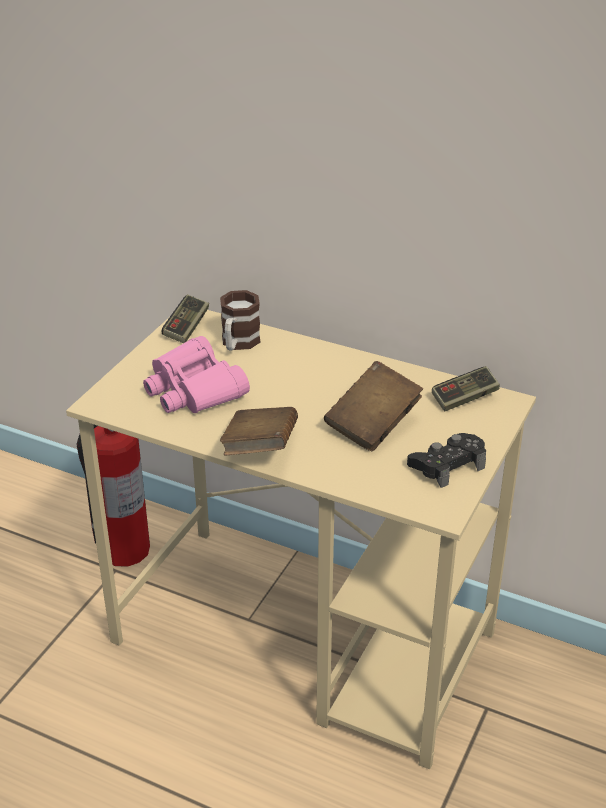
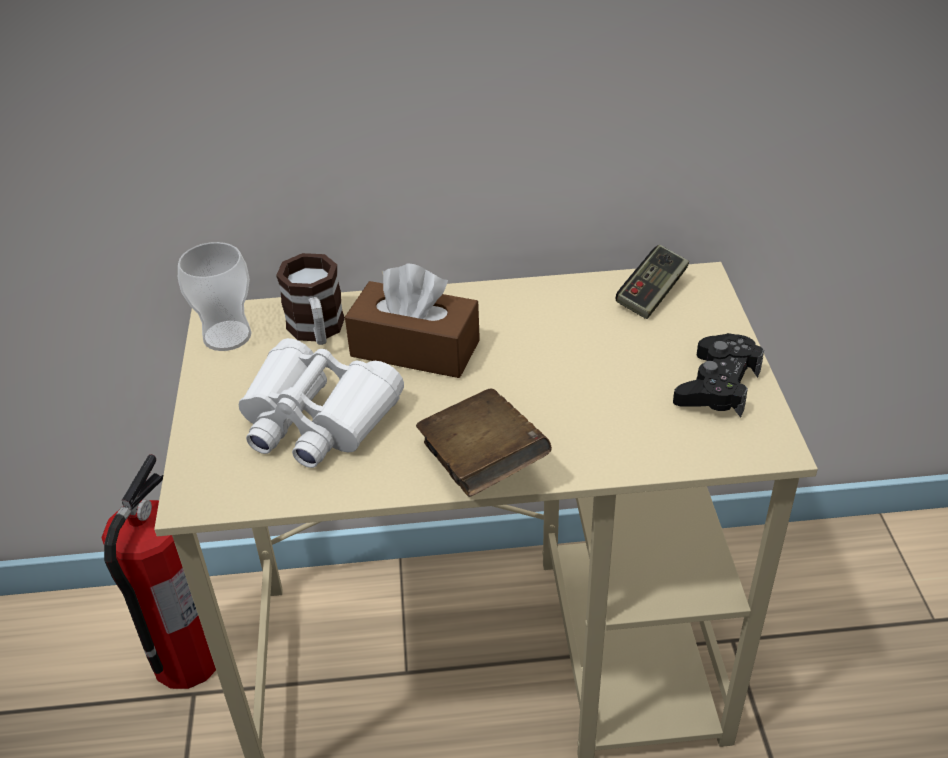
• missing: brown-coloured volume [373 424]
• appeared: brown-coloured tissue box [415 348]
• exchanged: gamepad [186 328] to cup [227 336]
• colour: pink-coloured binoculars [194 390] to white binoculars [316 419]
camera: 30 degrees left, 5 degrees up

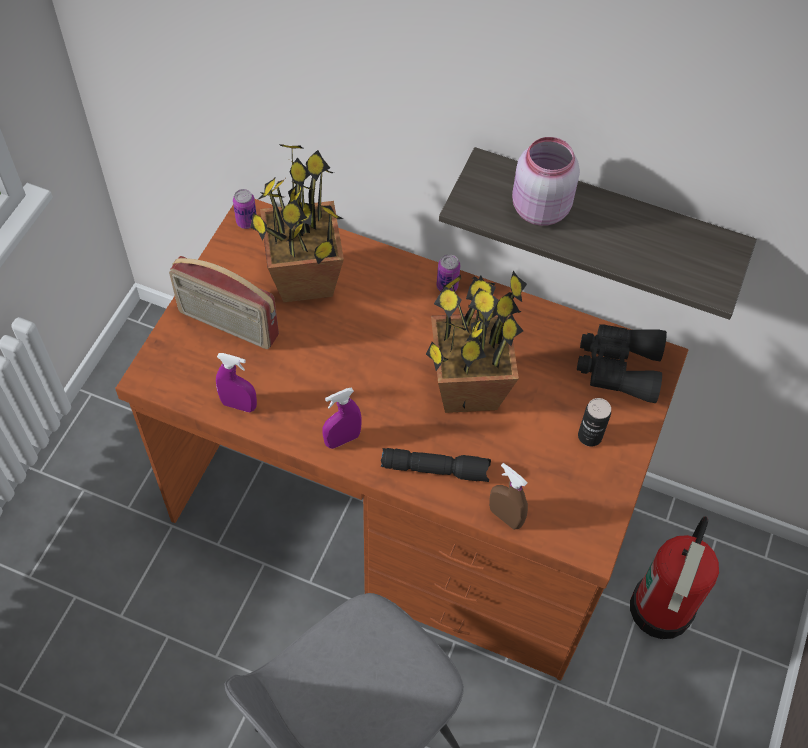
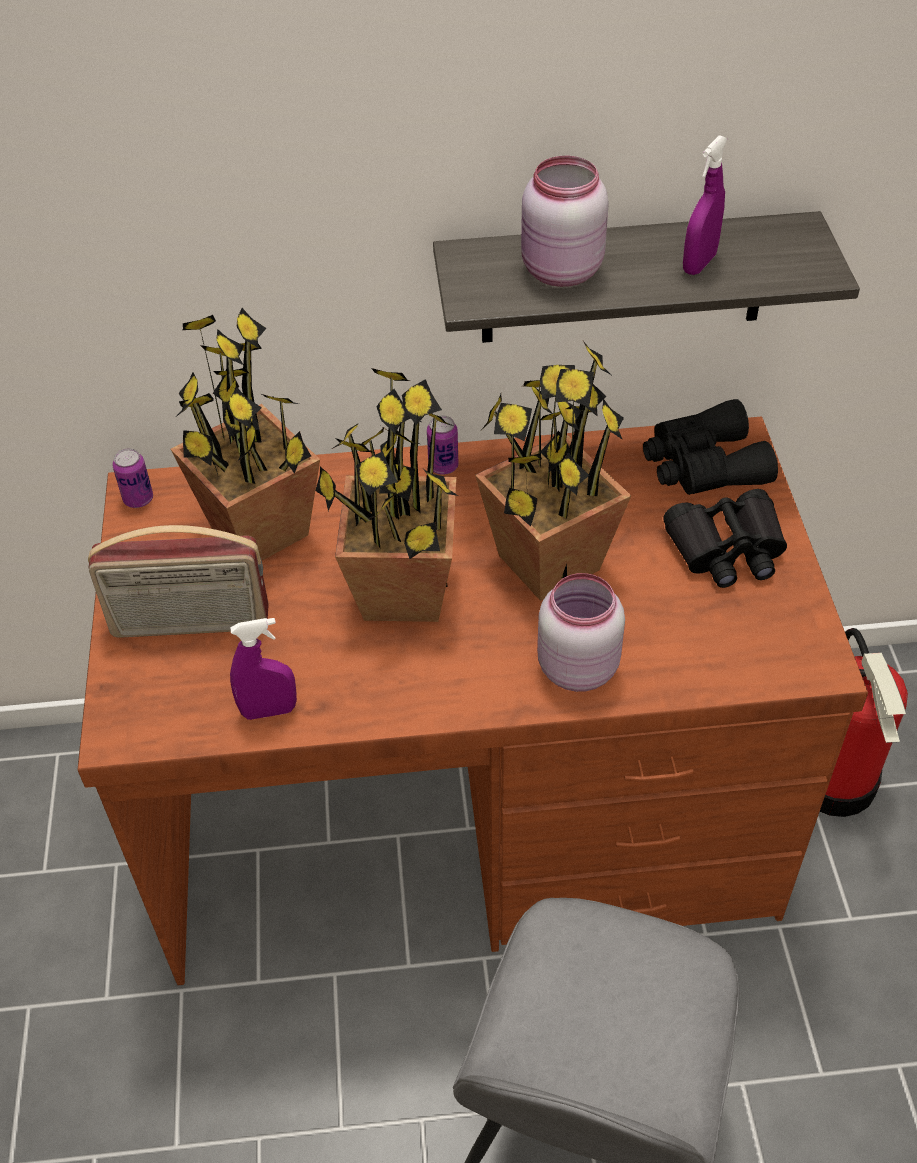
• missing: brown-coloured sprayer [505 517]
• appeared: plant in a pot [403 594]
• relocated: purple sprayer [342 439] to [699 264]
• exchanged: blackish torch [436 468] to pink-coloured storage jar [575 666]
• exchanged: can [589 436] to blackish binoculars [726 549]
camera: 25 degrees left, 10 degrees down

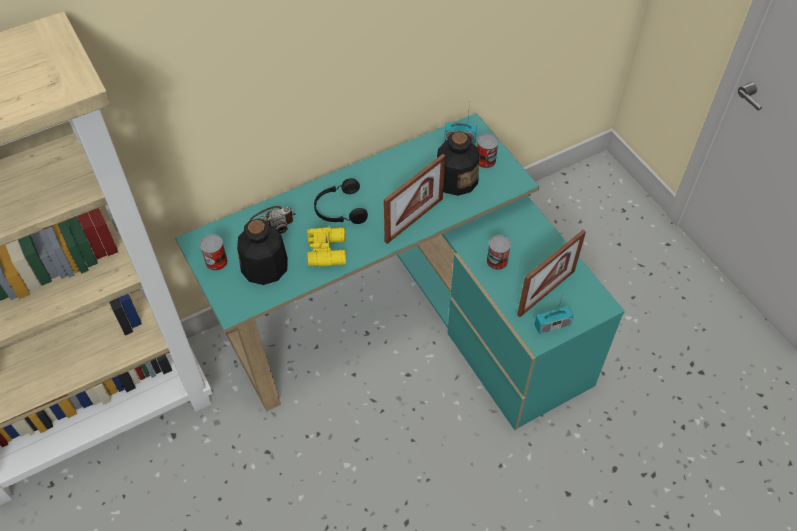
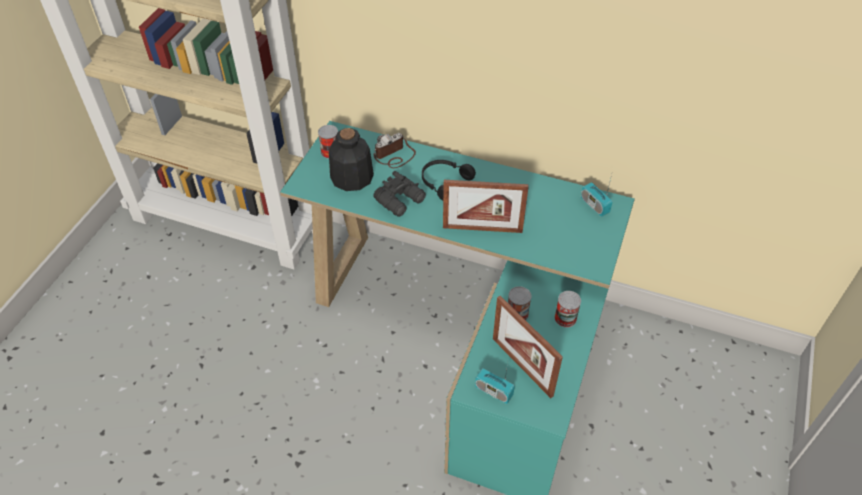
• missing: bottle [456 179]
• relocated: can [485 160] to [565 318]
• colour: yellow binoculars [328 250] to blackish binoculars [401 200]
• spun: photo camera [272 221] = [394 156] 120 degrees clockwise
• spun: standing frame [546 292] = [522 366] 45 degrees clockwise
camera: 50 degrees right, 5 degrees down

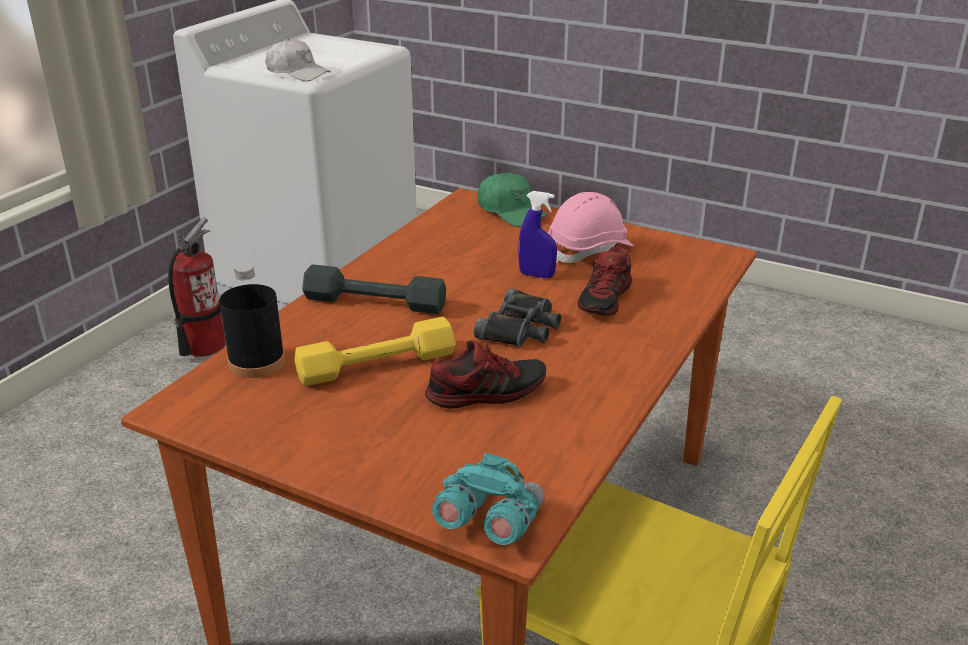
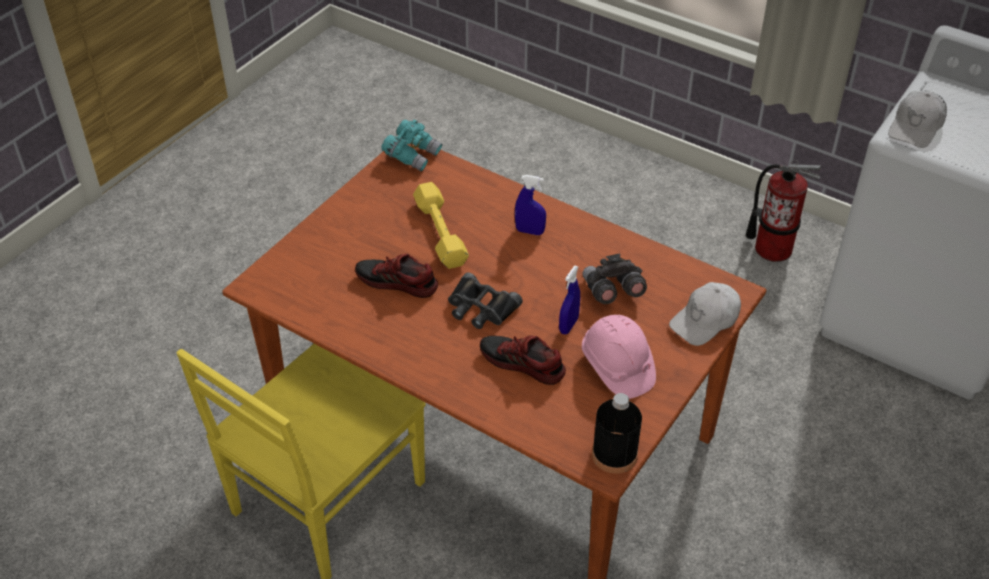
• appeared: gray binoculars [612 291]
• relocated: blackish bottle [257 362] to [614 455]
• relocated: turquoise binoculars [489 523] to [412 155]
• exchanged: gray dumbbell [375 302] to blue-coloured sprayer [530 231]
• colour: green baseball cap [511 211] to white baseball cap [705 320]
• spun: low shoe [486 392] = [397 283] 120 degrees clockwise
camera: 95 degrees right, 15 degrees up

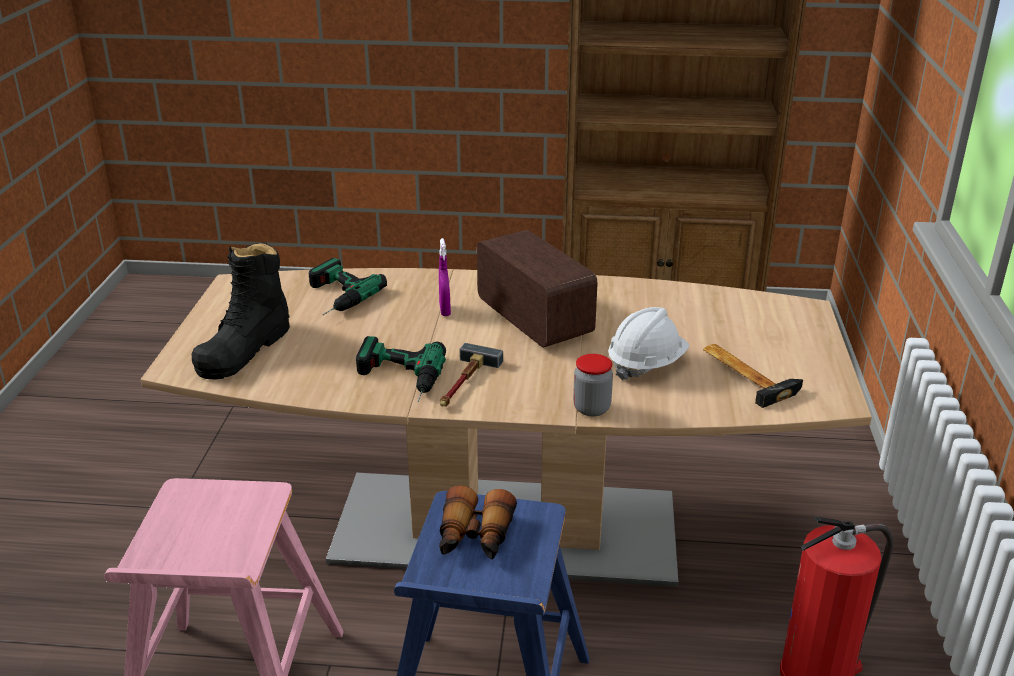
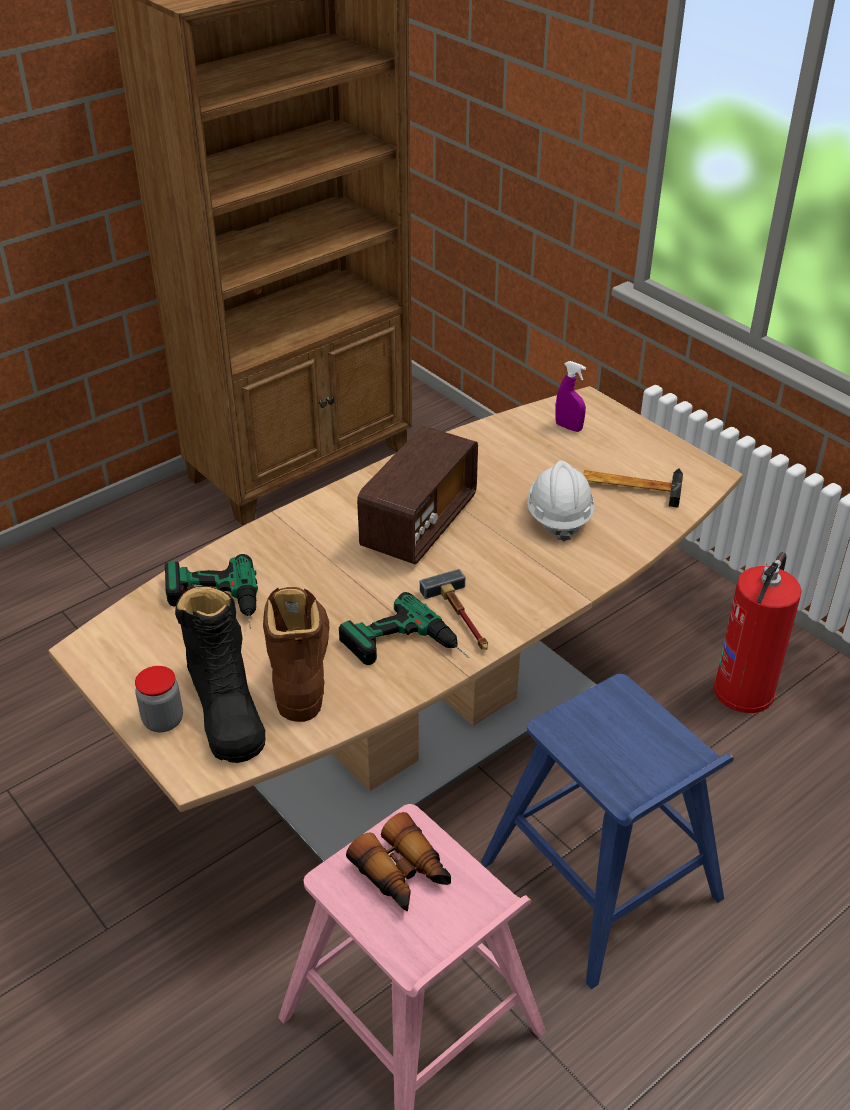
• appeared: brown-coloured tall boot [301 667]
• relocated: purple sprayer [445 311] to [568 427]
• relocated: binoculars [474 538] to [403 874]
• relocated: storage jar [591 408] to [163 720]
• spun: radio set [533 319] = [419 524] 105 degrees clockwise
camera: 45 degrees left, 10 degrees up

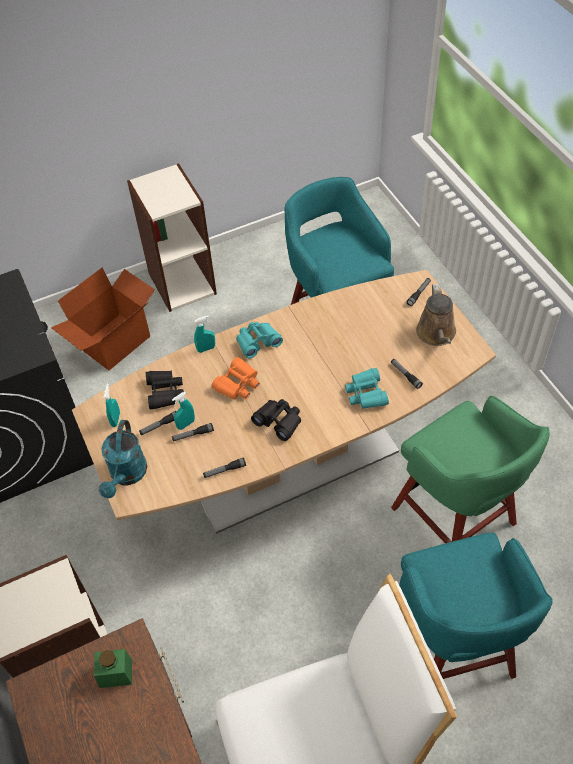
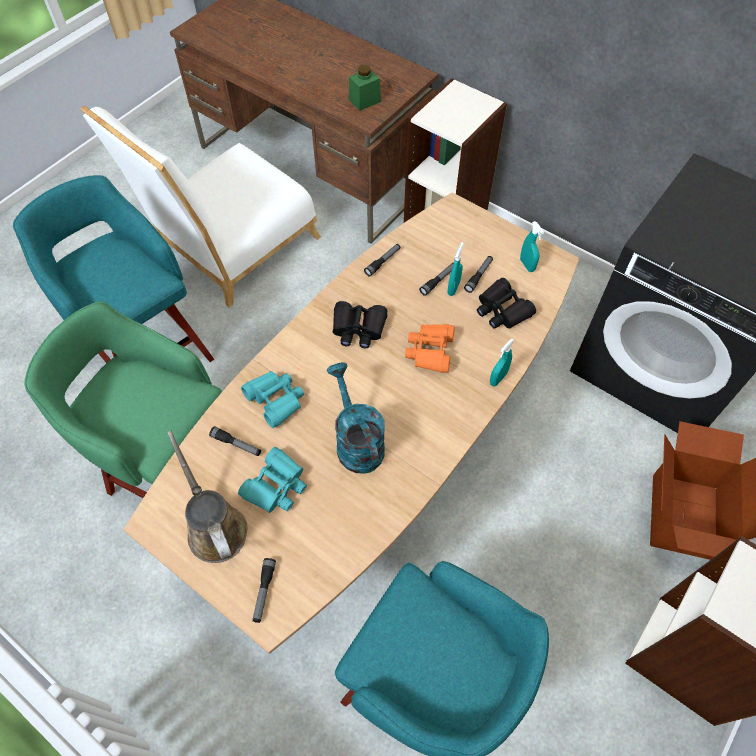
• relocated: turquoise sprinkling can [127 475] to [356 441]
• relocated: turquoise binoculars [257 342] to [276 486]
camera: 150 degrees right, 5 degrees up

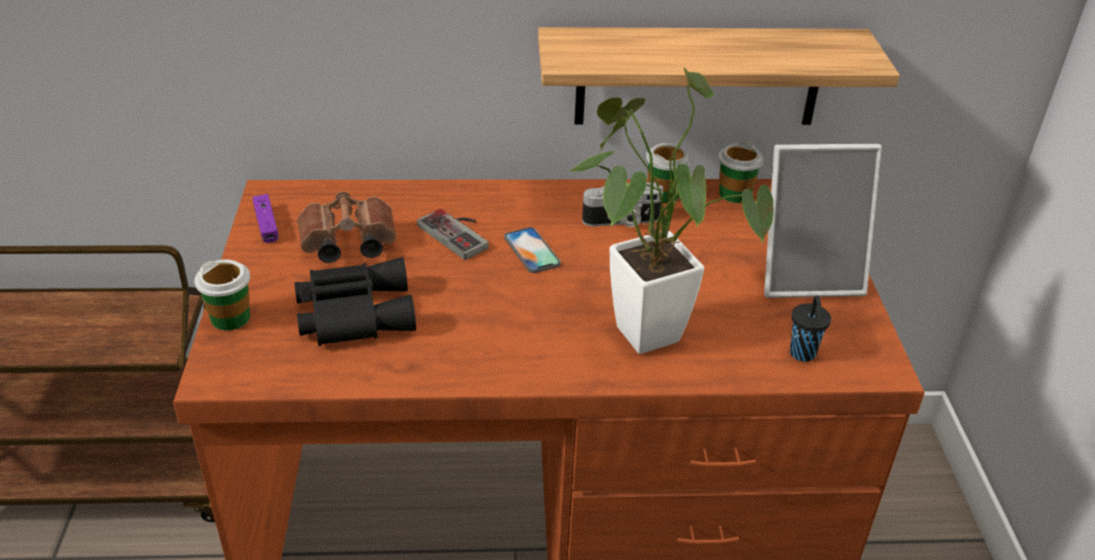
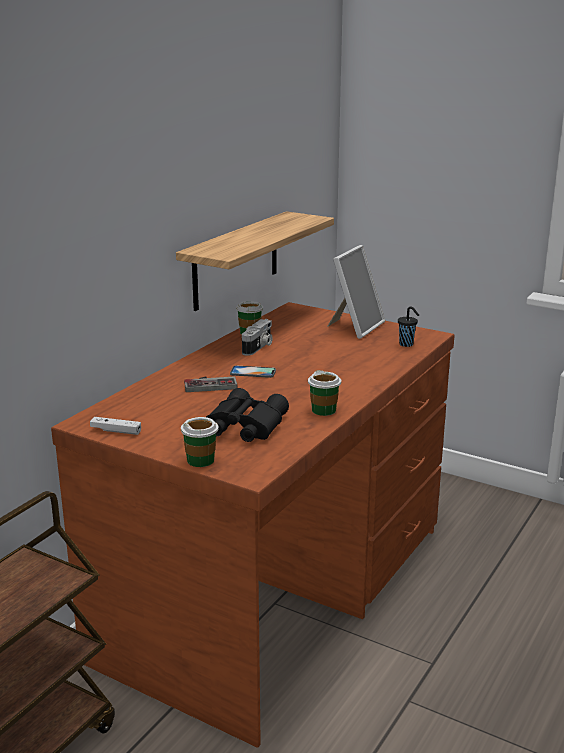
• missing: brown-coloured binoculars [346 245]
• missing: plant in a pot [640 325]
• relocated: cup [734 194] to [323 410]
• colour: purple gamepad [266 224] to white gamepad [116 431]
camera: 55 degrees left, 15 degrees down

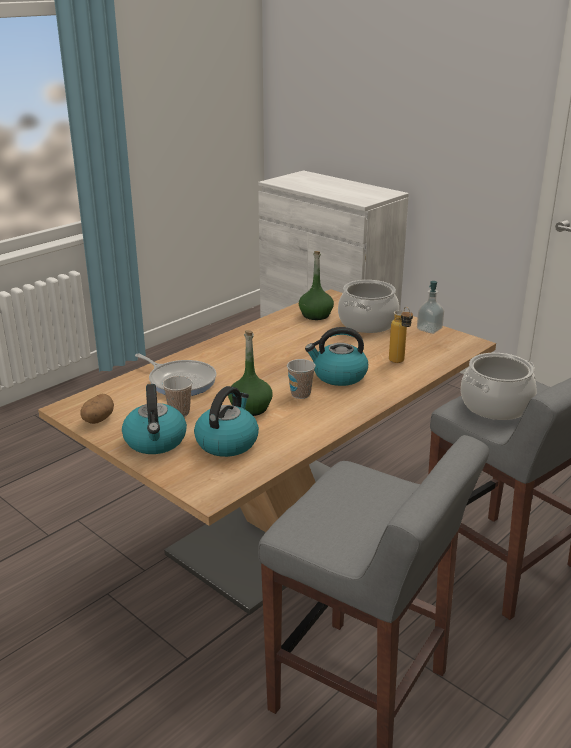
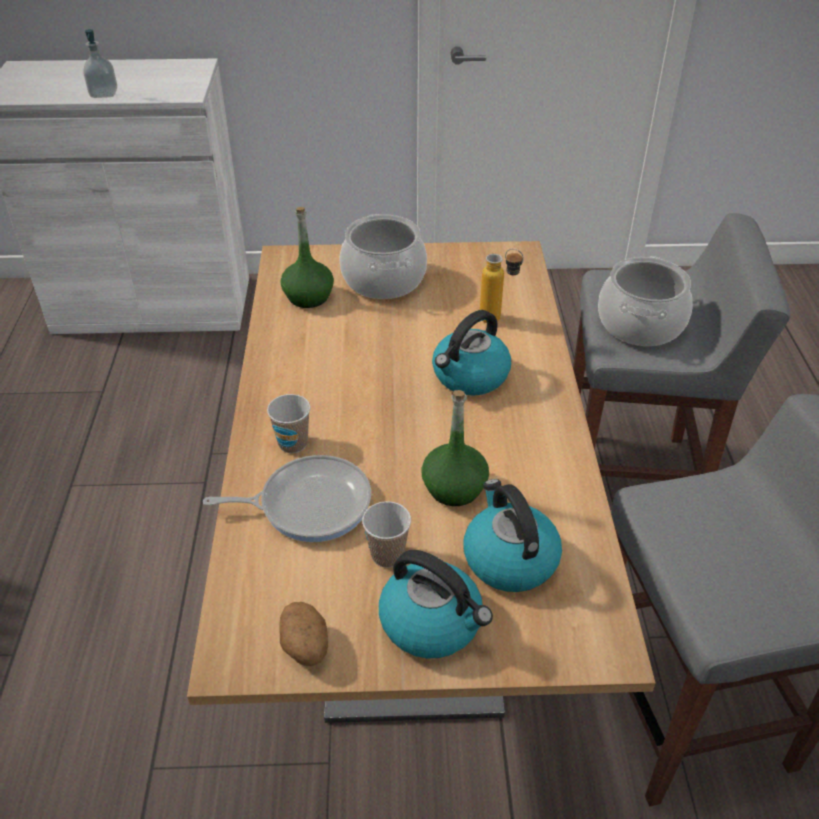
• relocated: cup [300 394] to [293 443]
• relocated: liquid soap bottle [429 329] to [104 93]
camera: 45 degrees left, 15 degrees up

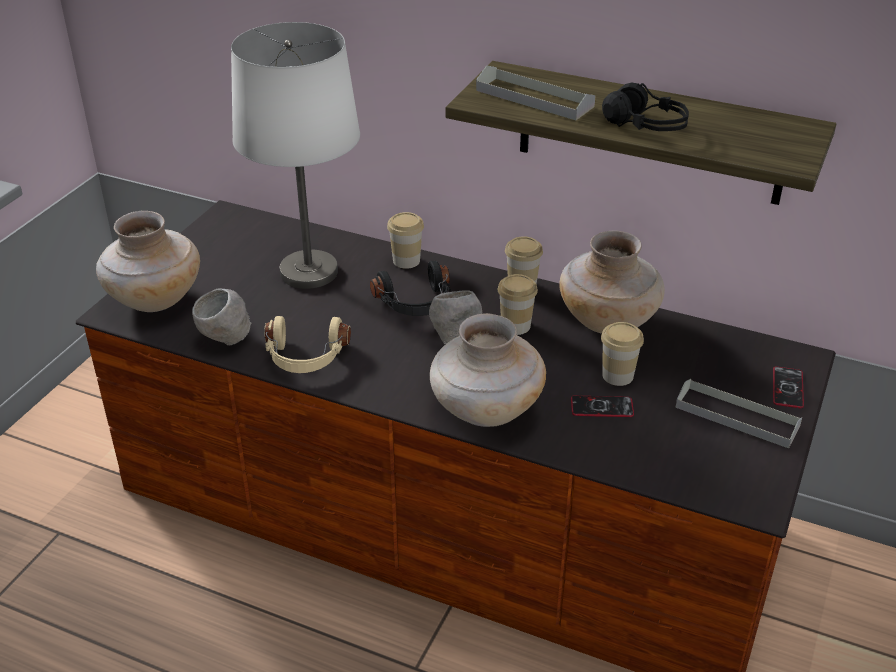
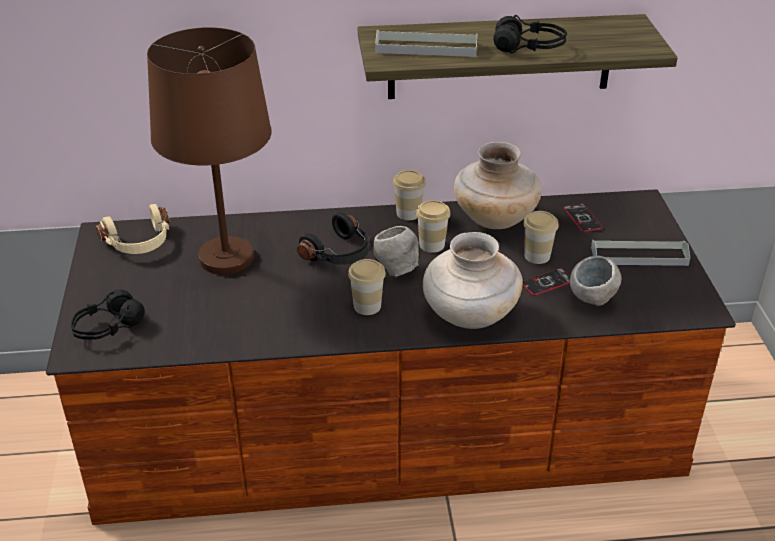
• relocated: gray serving bowl [225 340] to [592 302]
• relocated: beige-coloured headphones [305 358] to [139 243]
• relocated: cup [406 261] to [367 306]
• relocated: phone [787 388] to [582 218]
• exchanged: beige-coloured flower vase [155 300] to blackish headphones [108 327]
• colour: white lamp for a table [310 272] to brown-coloured lamp for a table [227 258]
camera: 30 degrees left, 0 degrees up

